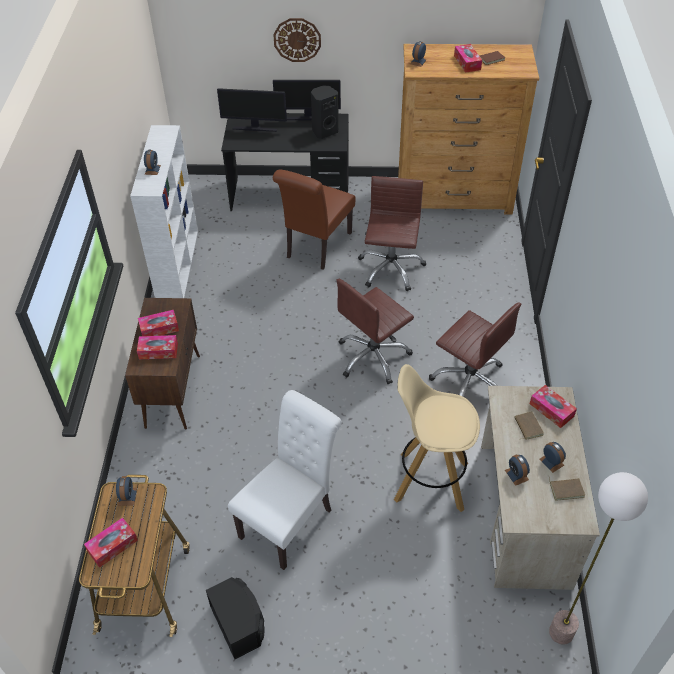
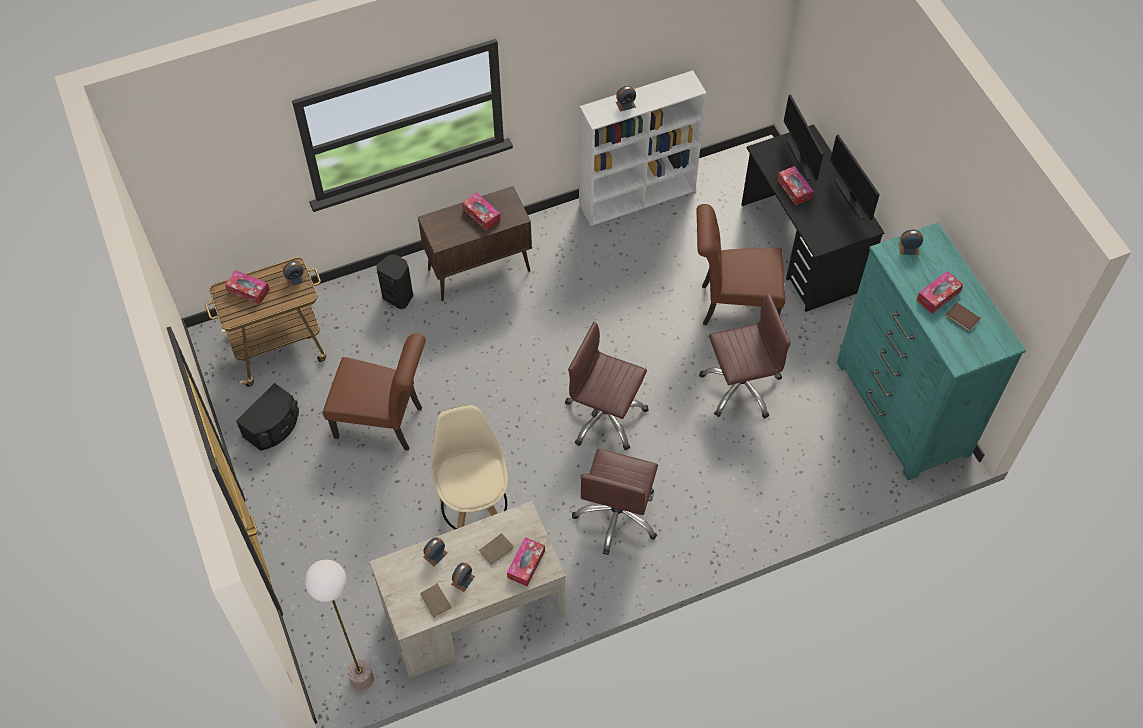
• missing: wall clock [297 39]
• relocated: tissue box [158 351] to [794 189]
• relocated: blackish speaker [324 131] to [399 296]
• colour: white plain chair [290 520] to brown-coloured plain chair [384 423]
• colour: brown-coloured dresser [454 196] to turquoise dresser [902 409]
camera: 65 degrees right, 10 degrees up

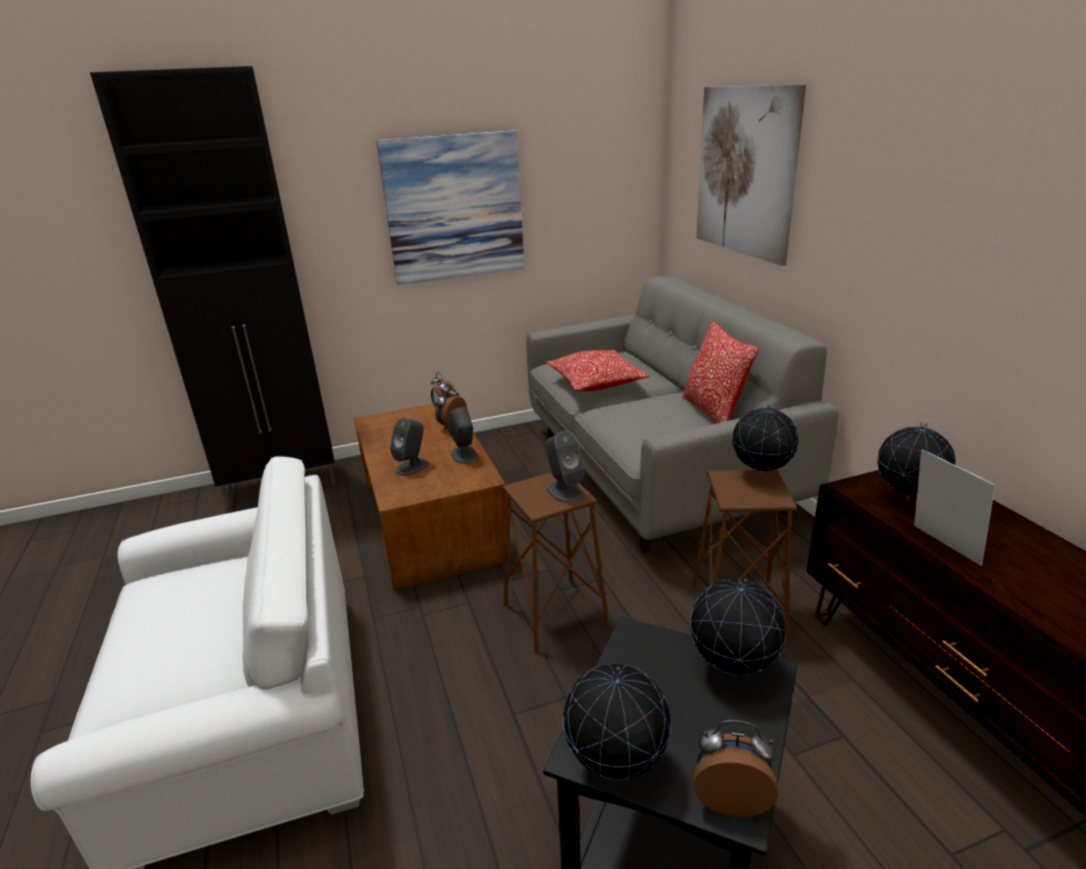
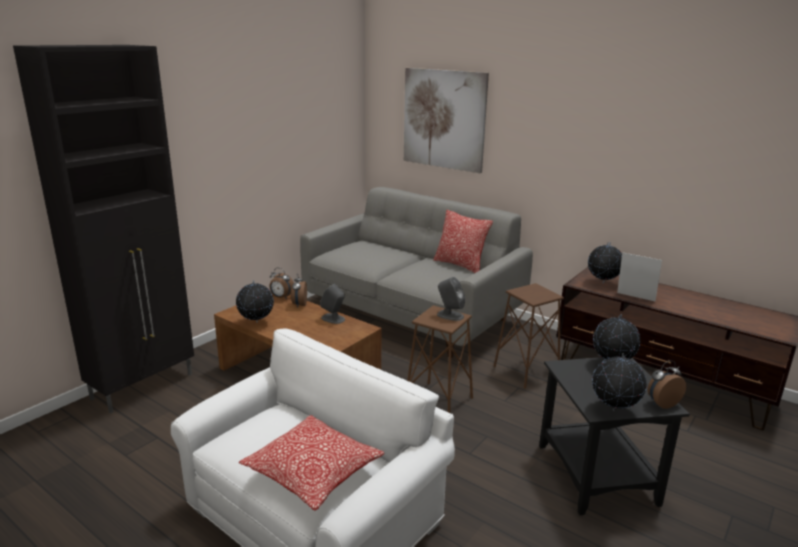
• missing: wall picture [454 208]
• missing: gray speaker [412 467]
• relocated: pillow [596 382] to [313 473]
• relocated: globe [760 474] to [256 323]
camera: 35 degrees left, 5 degrees down

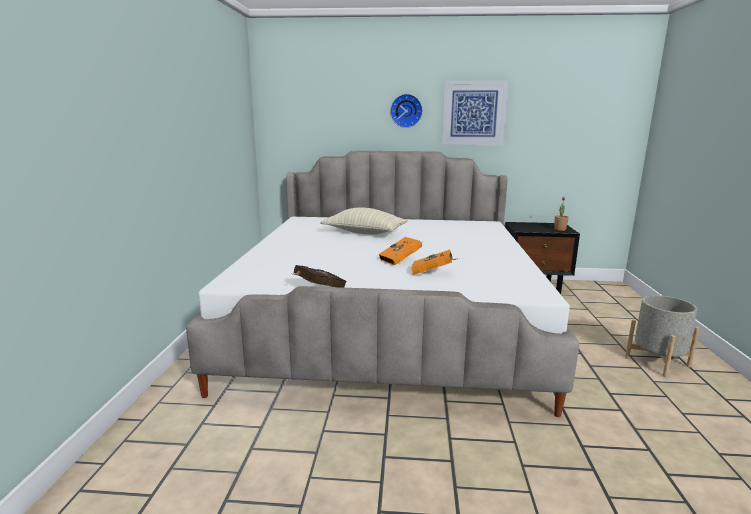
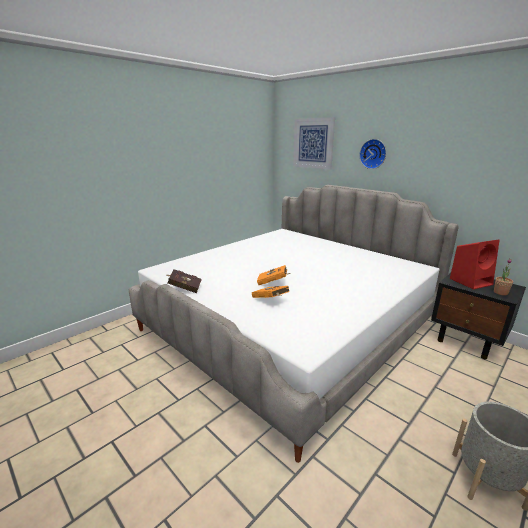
• missing: beige-coloured pillow [364 233]
• appeared: red-coloured speaker [471 281]
• relocated: wall picture [473 113] to [313 143]
camera: 40 degrees right, 5 degrees up

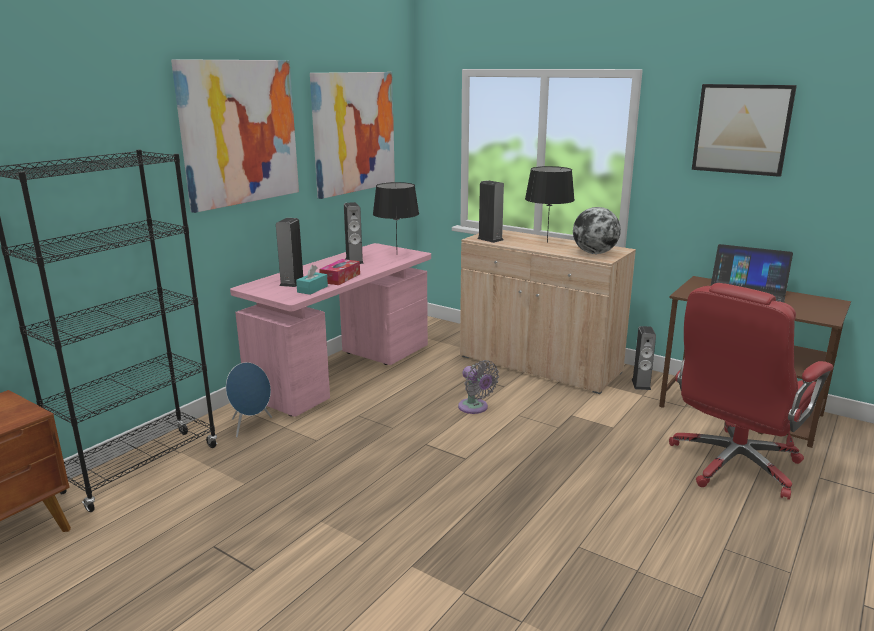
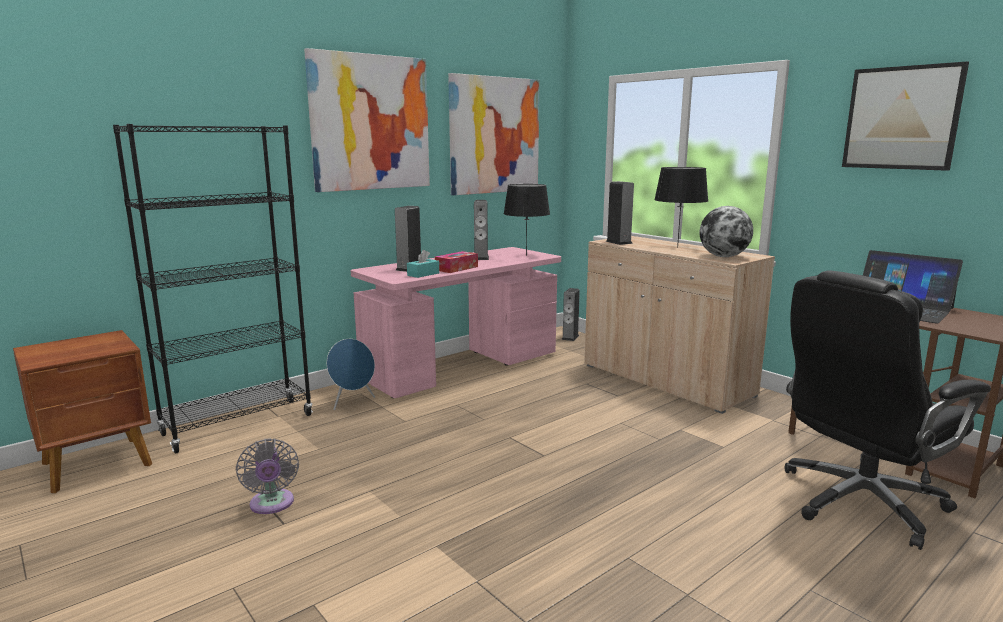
• relocated: gray electric fan [475 408] to [272 505]
• relocated: speaker [641 384] to [570 337]
• colour: red-coloured office chair [733 464] to blackish office chair [859 502]
camera: 15 degrees right, 5 degrees down

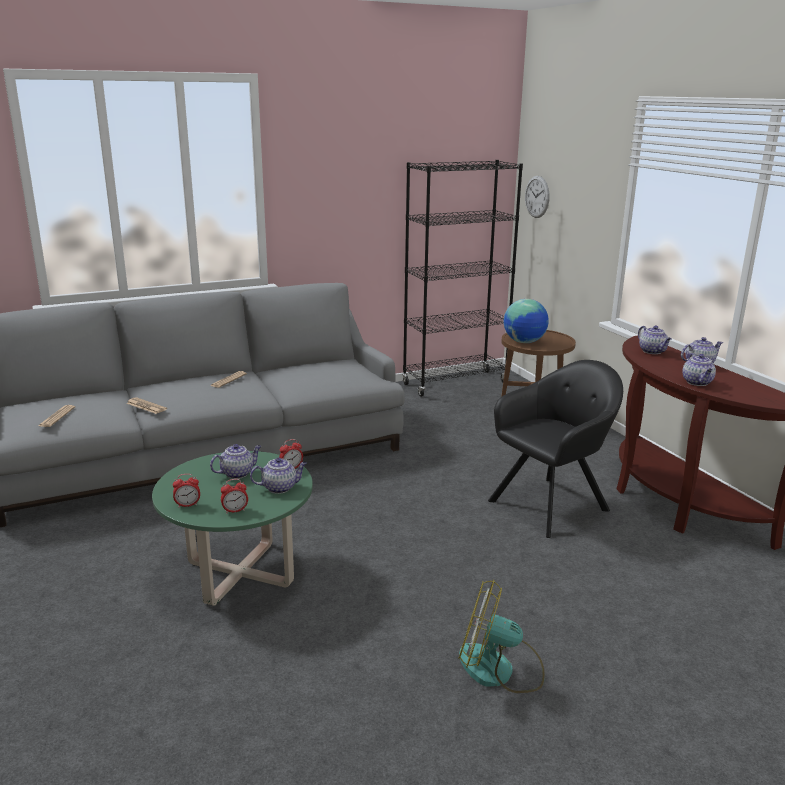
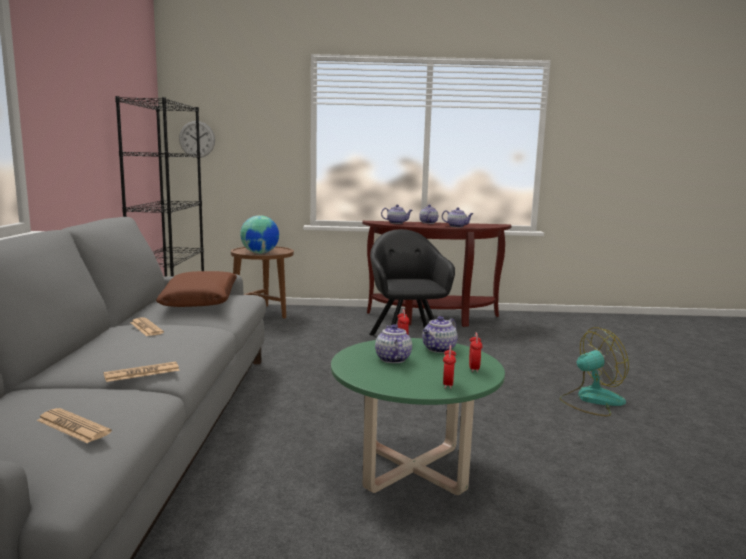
• appeared: brown-coloured pillow [201 300]
• spun: teapot [280 487] = [439 349] 150 degrees counterclockwise
• spun: electric fan [499 669] = [591 400] 150 degrees counterclockwise
camera: 65 degrees left, 10 degrees down

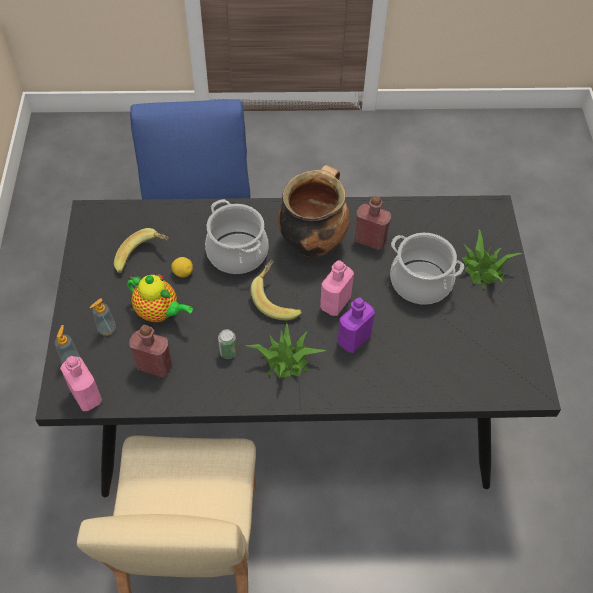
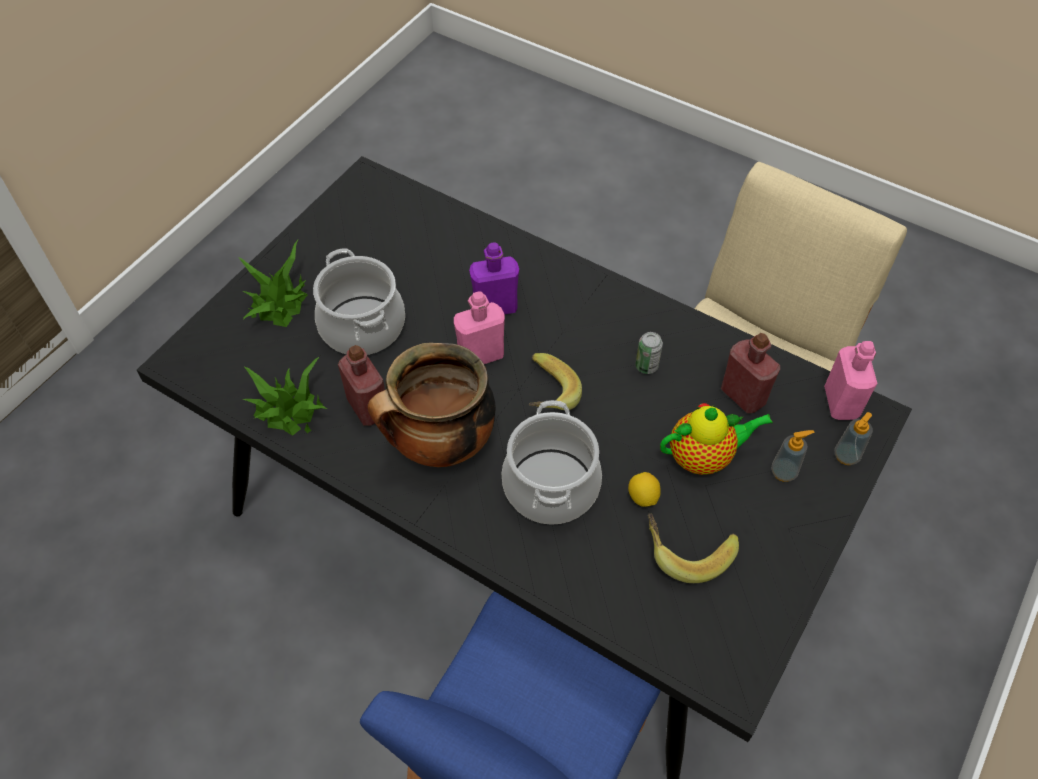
• relocated: plant in a pot [285 360] to [289 410]
• spun: teapot [159 313] = [704 457] 105 degrees clockwise
camera: 145 degrees left, 0 degrees up

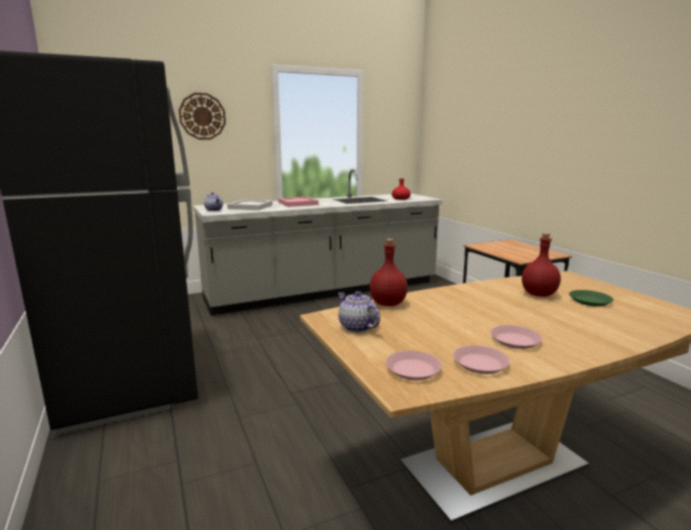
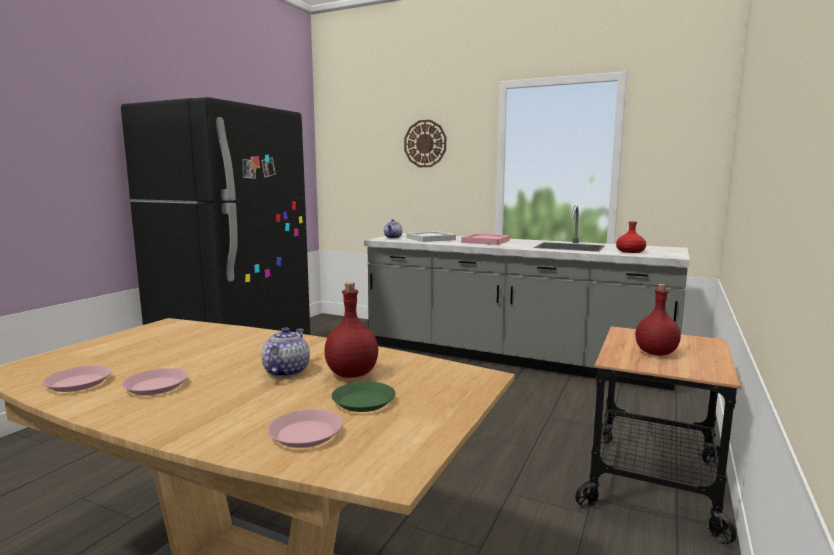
• relocated: teapot [356 327] to [286 371]
• relocated: red-coloured bottle [387 303] to [655 353]
• relocated: pink-coloured dinner plate [412 369] to [305 434]
camera: 50 degrees right, 5 degrees down

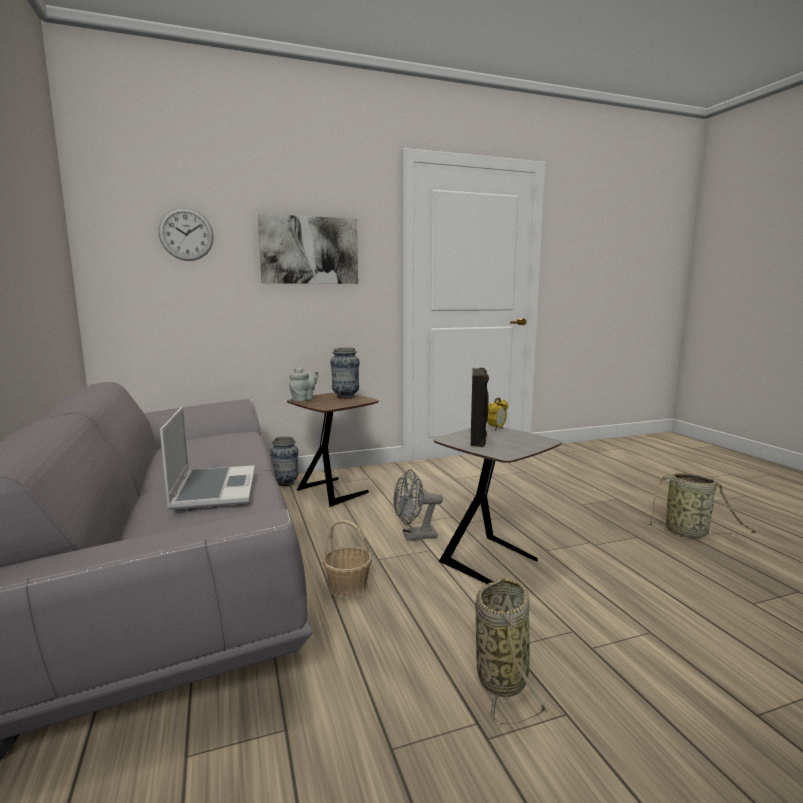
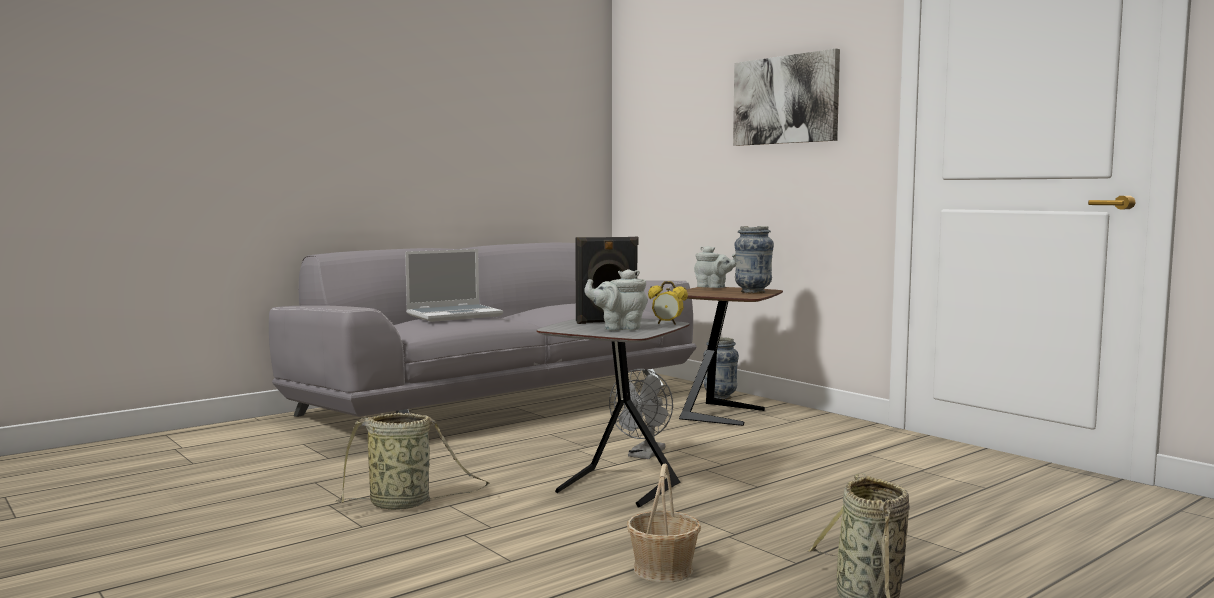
• missing: wall clock [186 234]
• appeared: gray teapot [619 328]
• relocated: storage basket [348 586] to [663 569]
• spun: gray electric fan [414 536] = [644 455] 120 degrees counterclockwise
camera: 70 degrees right, 5 degrees down

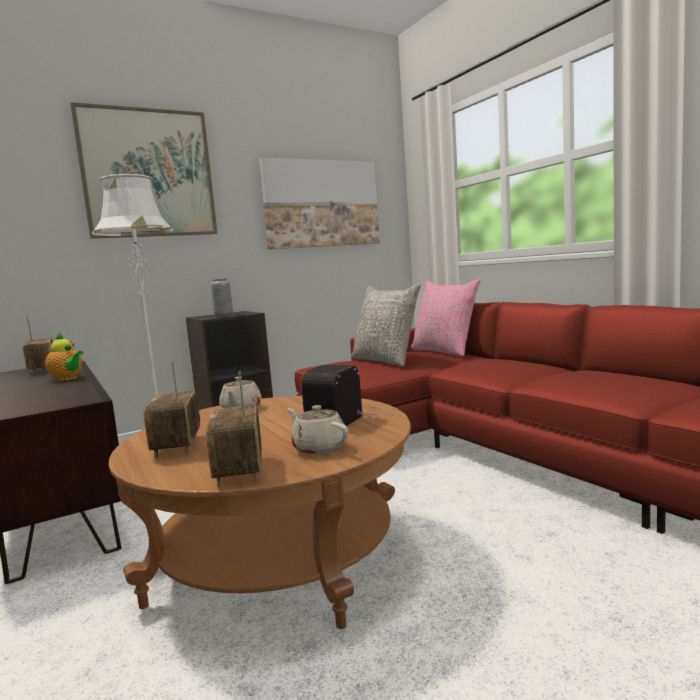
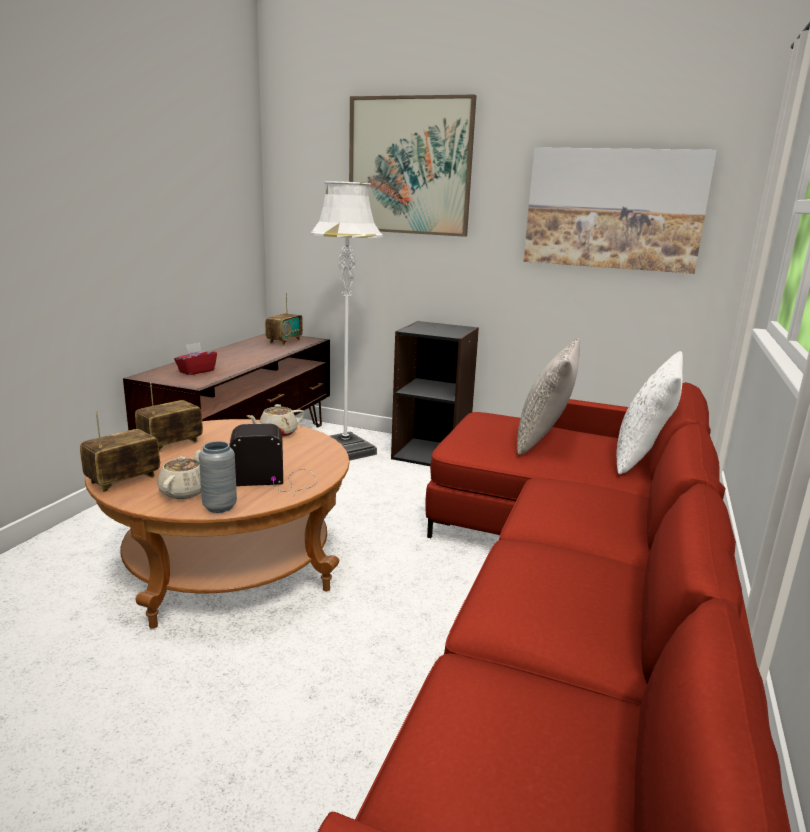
• missing: teapot [67 378]
• appeared: red-coloured tissue box [196 371]
• relocated: gray flower vase [223 316] to [220 507]
• colour: pink-coloured pillow [445 351] to white pillow [641 458]
camera: 50 degrees right, 10 degrees up

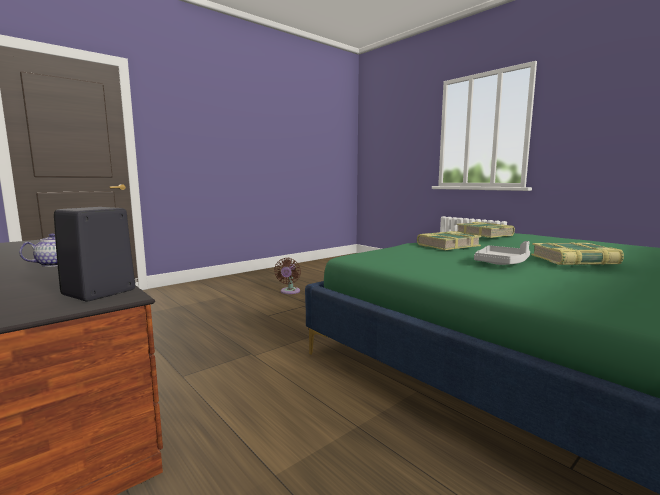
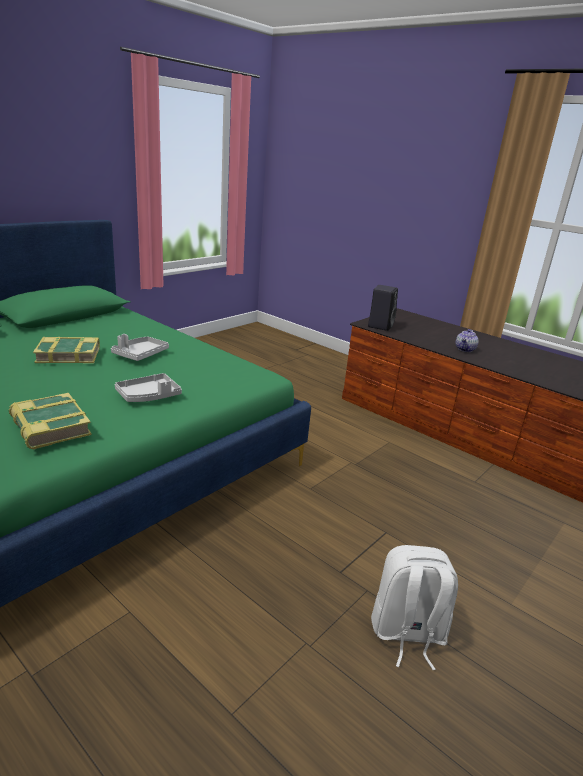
• exchanged: brown-coloured electric fan [289 292] to white rucksack [407 633]
• exchanged: volume [447 245] to gray tray [149 396]
camera: 170 degrees right, 15 degrees up

